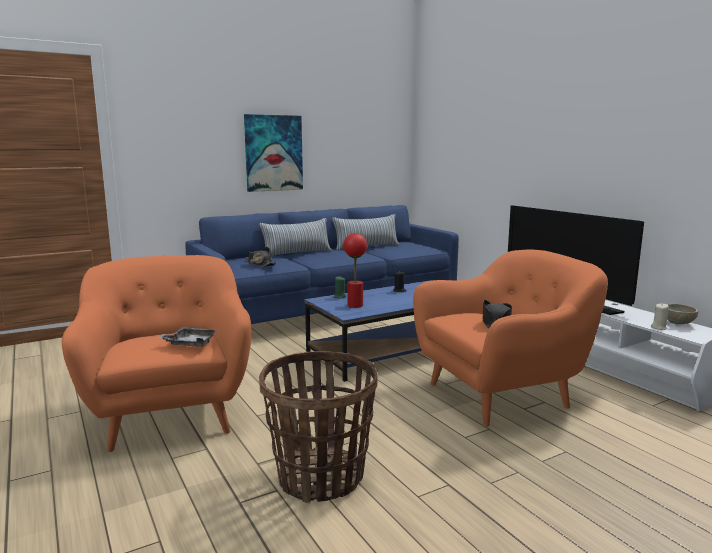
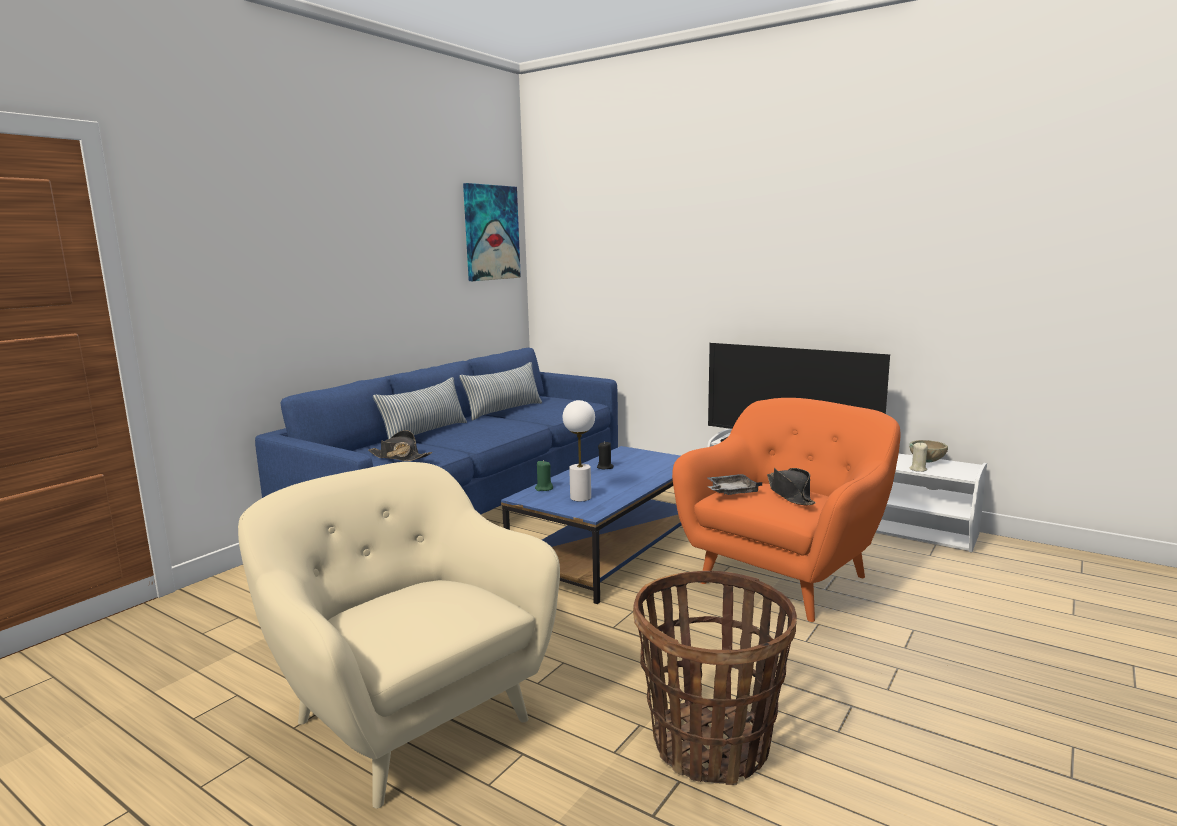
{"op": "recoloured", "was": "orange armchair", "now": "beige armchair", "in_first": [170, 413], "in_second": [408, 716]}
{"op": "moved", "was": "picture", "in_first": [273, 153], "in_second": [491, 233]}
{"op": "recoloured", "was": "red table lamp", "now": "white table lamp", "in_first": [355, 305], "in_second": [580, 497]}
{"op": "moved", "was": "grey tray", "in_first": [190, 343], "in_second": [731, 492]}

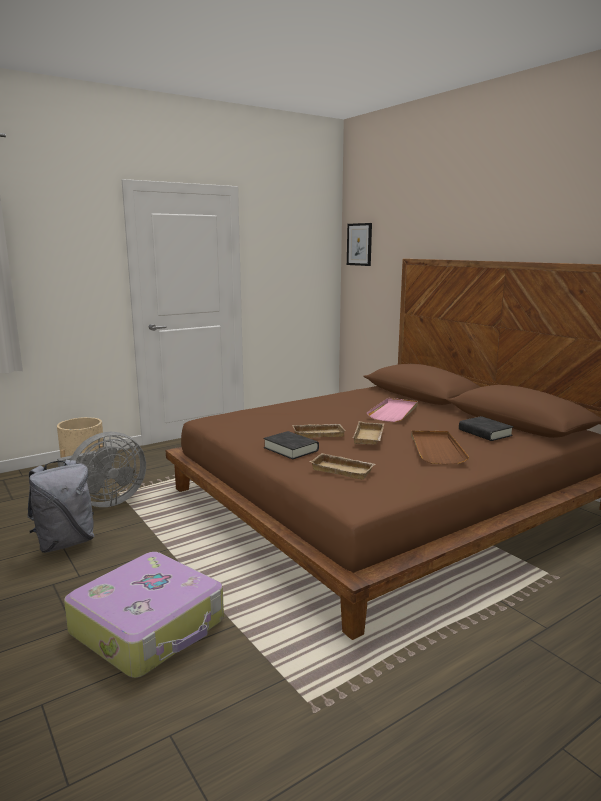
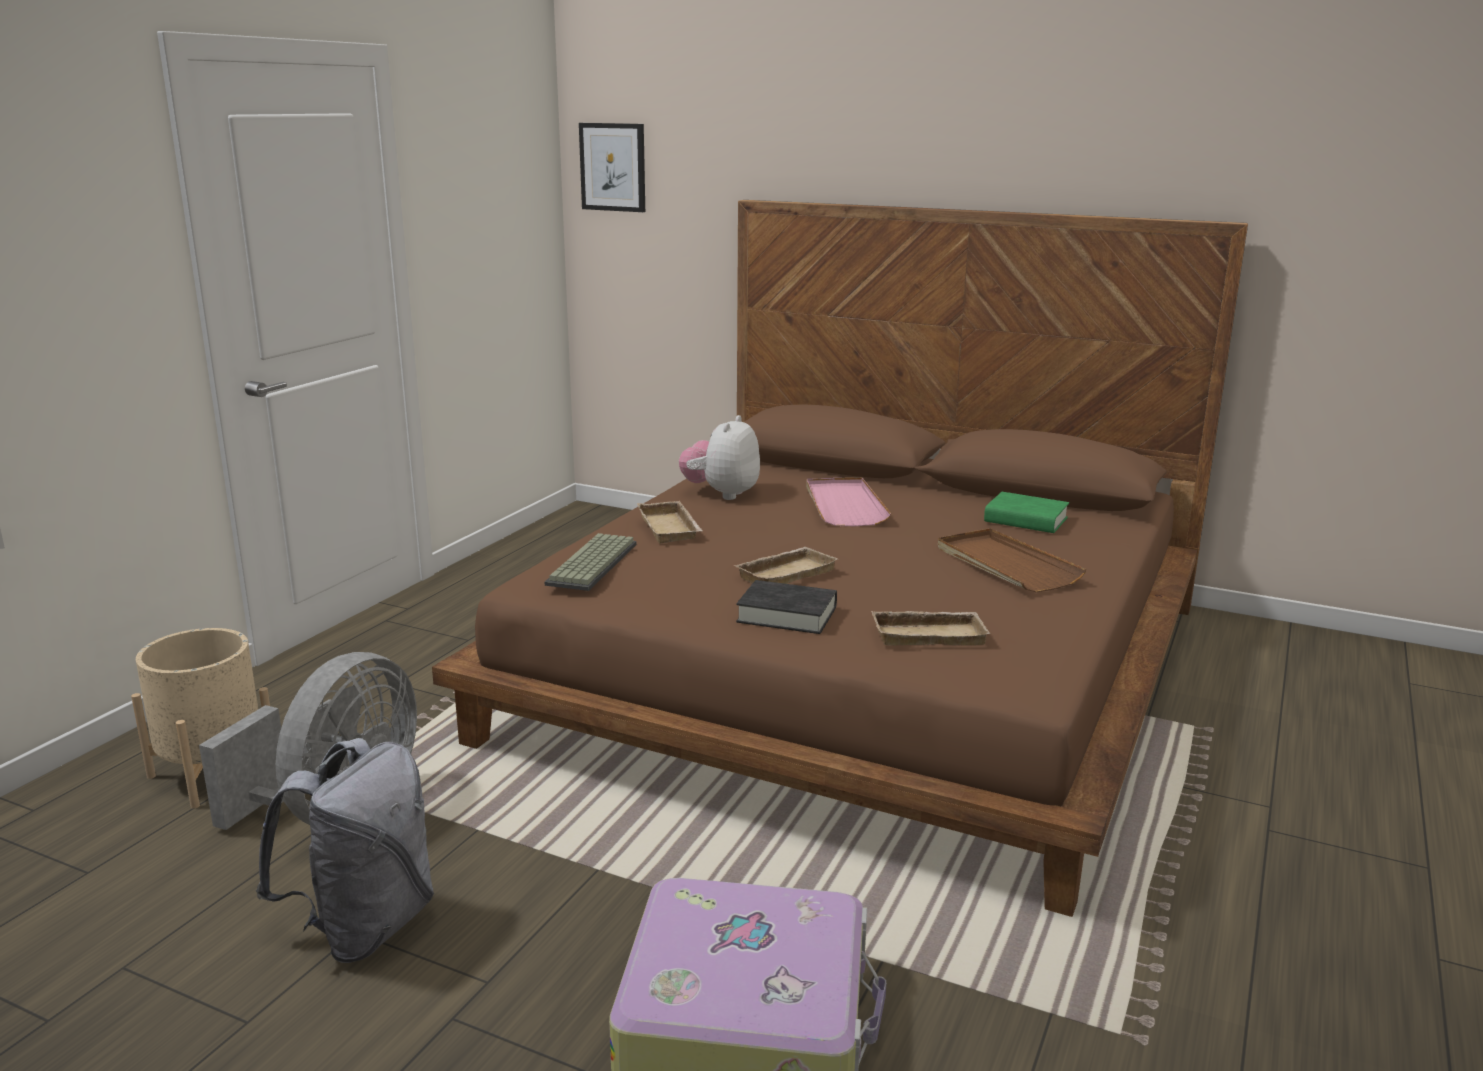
{"op": "added", "now": "keyboard", "in_second": [594, 565]}
{"op": "moved", "was": "beige tray", "in_first": [370, 437], "in_second": [671, 528]}
{"op": "added", "now": "plush toy", "in_second": [722, 494]}
{"op": "recoloured", "was": "black book", "now": "green book", "in_first": [485, 433], "in_second": [1025, 520]}

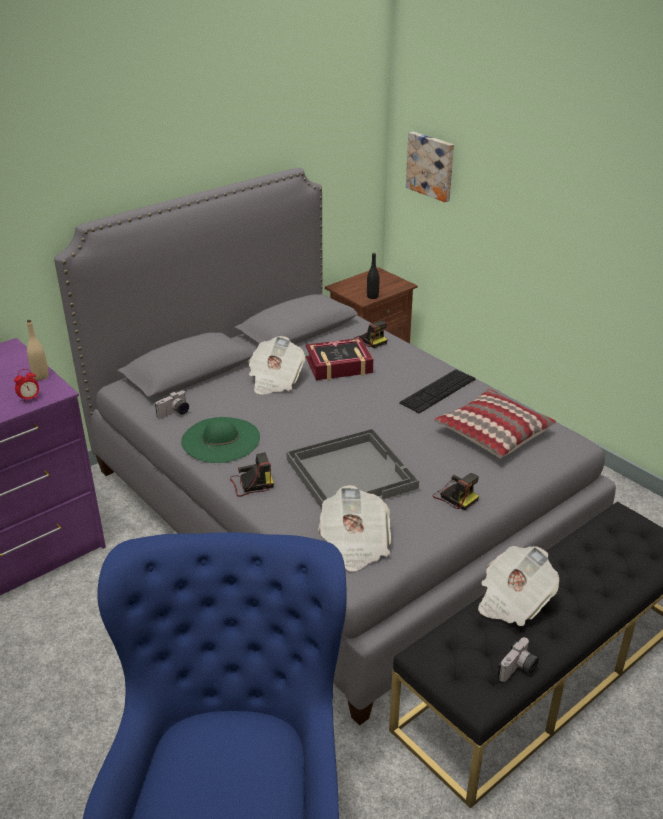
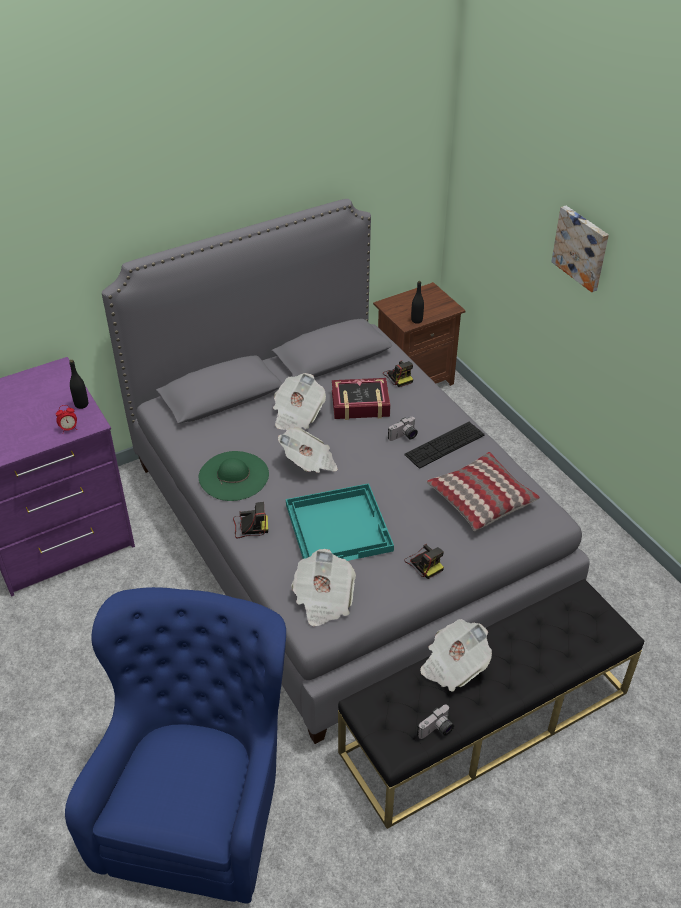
{"op": "recoloured", "was": "beige bottle", "now": "black bottle", "in_first": [40, 376], "in_second": [81, 404]}
{"op": "added", "now": "newspaper", "in_second": [309, 463]}
{"op": "recoloured", "was": "grey tray", "now": "turquoise tray", "in_first": [351, 472], "in_second": [339, 526]}
{"op": "moved", "was": "photo camera", "in_first": [175, 413], "in_second": [404, 436]}
{"op": "moved", "was": "picture", "in_first": [431, 166], "in_second": [582, 247]}

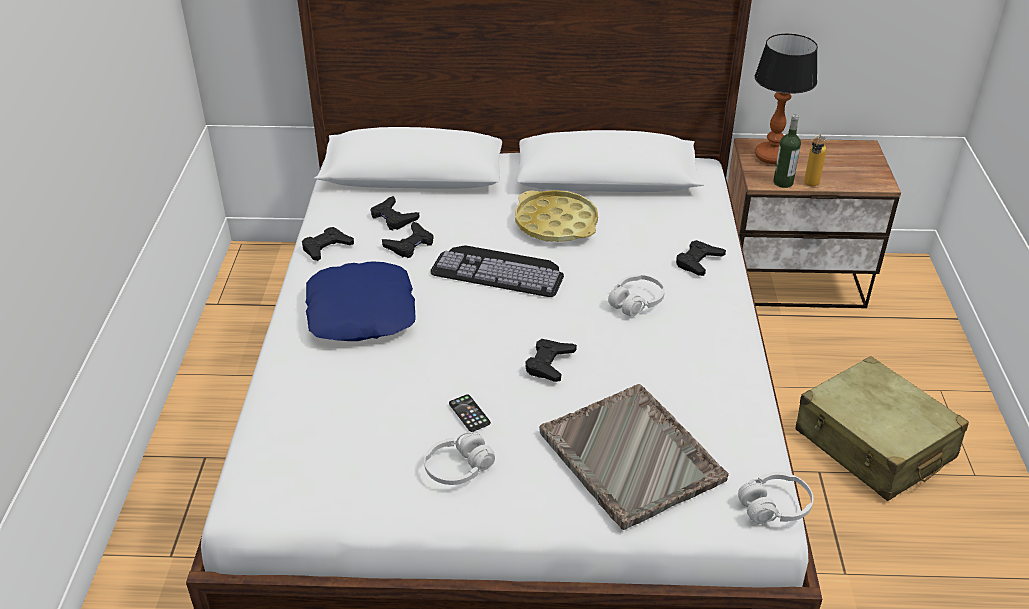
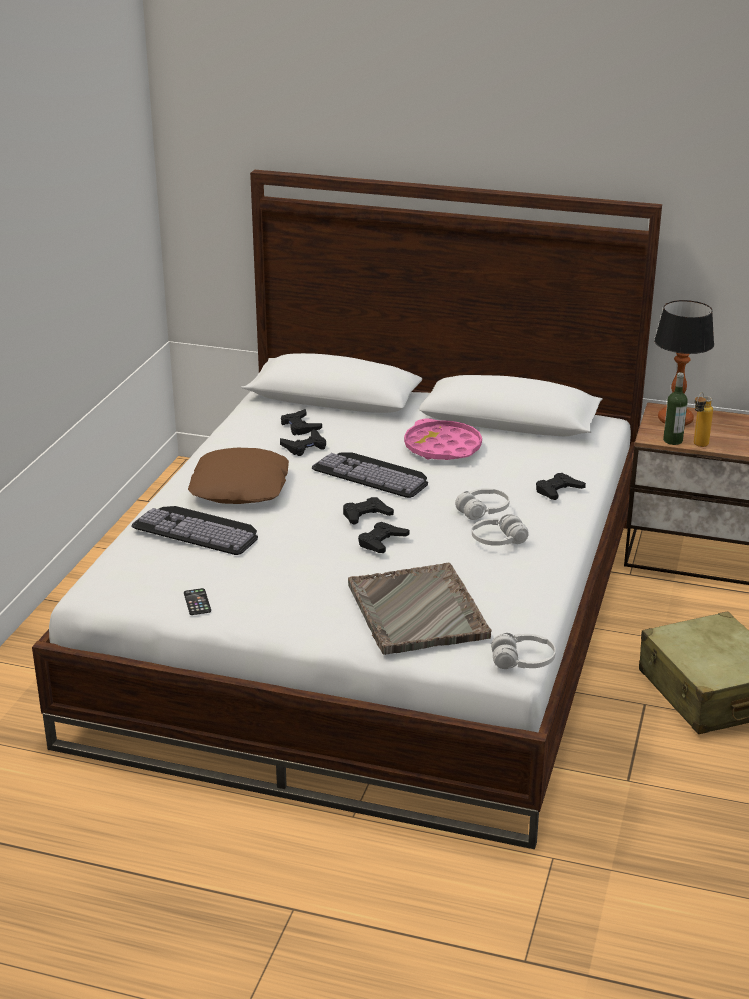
{"op": "added", "now": "keyboard", "in_second": [200, 529]}
{"op": "moved", "was": "phone", "in_first": [469, 413], "in_second": [197, 602]}
{"op": "recoloured", "was": "blue pillow", "now": "brown pillow", "in_first": [362, 312], "in_second": [241, 487]}
{"op": "moved", "was": "black game controller", "in_first": [326, 248], "in_second": [366, 515]}
{"op": "recoloured", "was": "yellow tray", "now": "pink tray", "in_first": [556, 223], "in_second": [442, 448]}
{"op": "moved", "was": "white headphones", "in_first": [458, 468], "in_second": [498, 541]}

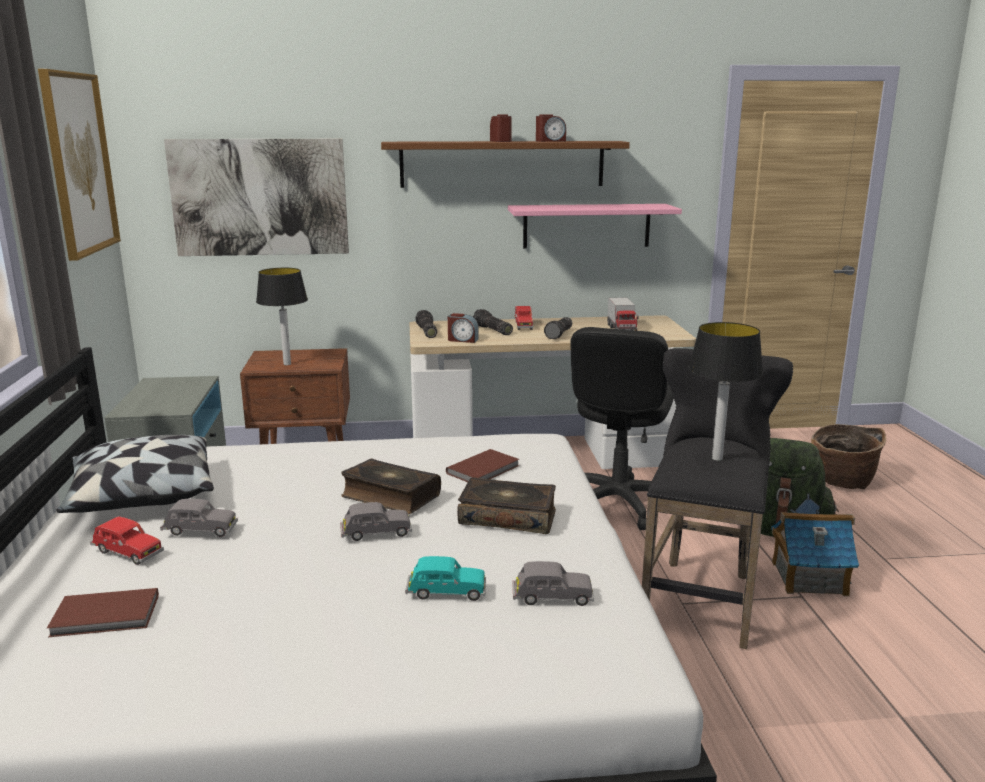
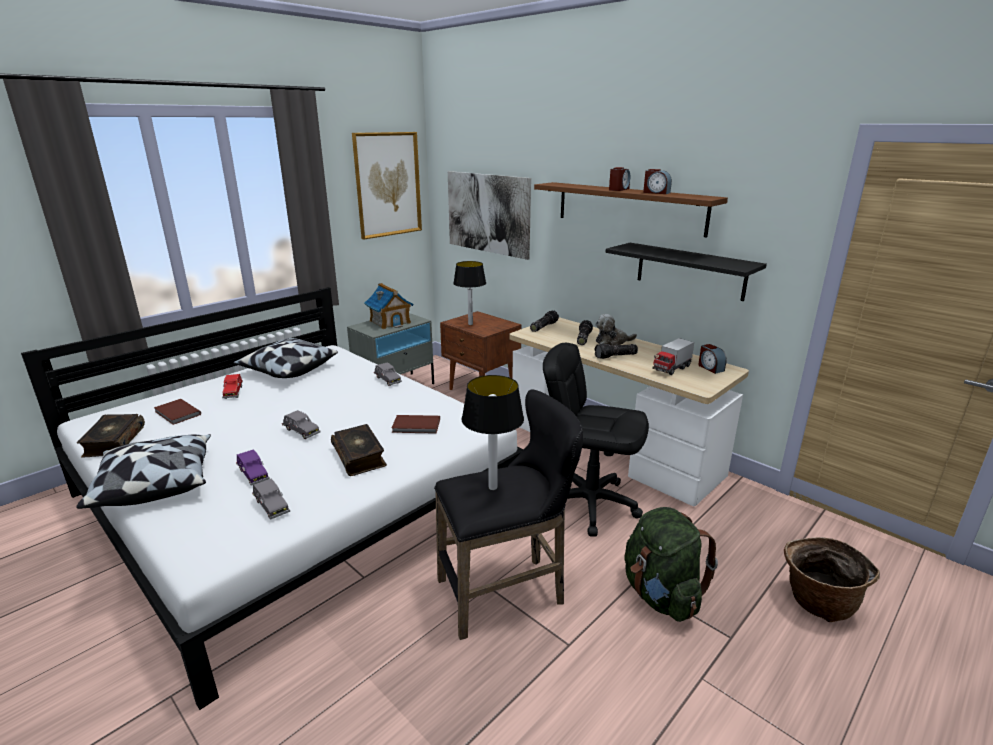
{"op": "moved", "was": "book", "in_first": [390, 496], "in_second": [113, 442]}
{"op": "added", "now": "pillow", "in_second": [155, 484]}
{"op": "recoloured", "was": "turquoise toy car", "now": "purple toy car", "in_first": [446, 593], "in_second": [253, 474]}
{"op": "moved", "was": "toy house", "in_first": [808, 578], "in_second": [390, 322]}
{"op": "moved", "was": "grey toy car", "in_first": [200, 531], "in_second": [387, 380]}
{"op": "turned", "was": "black office chair", "in_first": [617, 503], "in_second": [590, 504], "clockwise": 45}
{"op": "replaced", "was": "red toy car", "now": "plush toy", "in_first": [523, 325], "in_second": [612, 342]}
{"op": "recoloured", "was": "pink shelf", "now": "black shelf", "in_first": [586, 226], "in_second": [690, 271]}
{"op": "moved", "was": "alarm clock", "in_first": [462, 340], "in_second": [710, 368]}

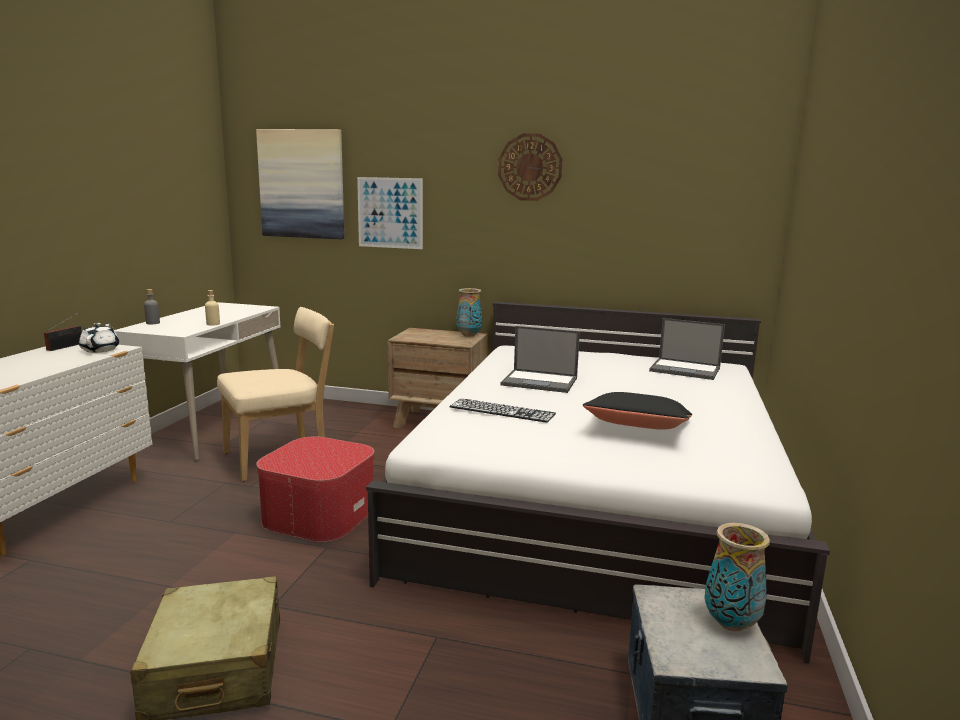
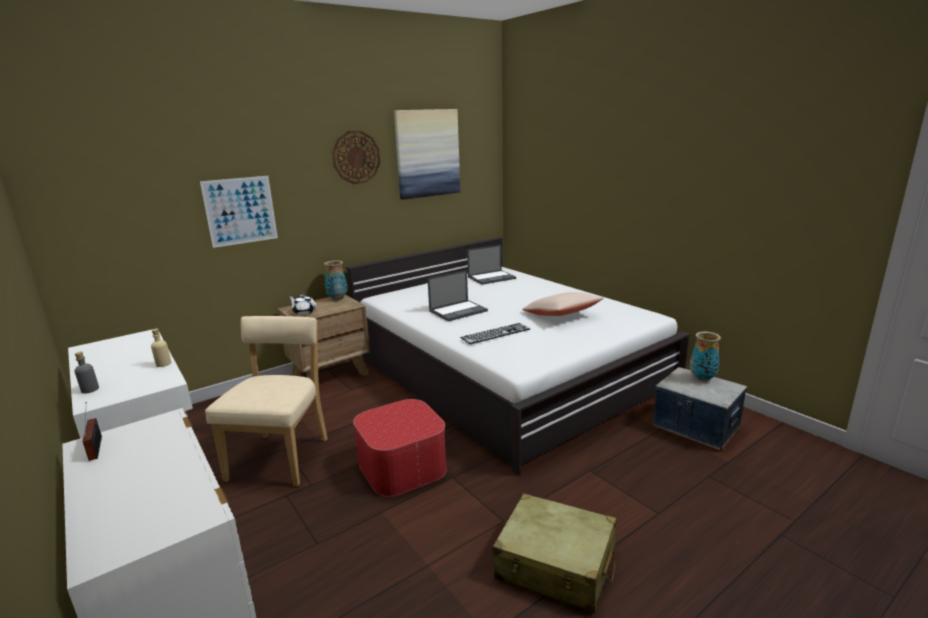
{"op": "moved", "was": "white teapot", "in_first": [100, 349], "in_second": [304, 312]}
{"op": "moved", "was": "picture", "in_first": [302, 184], "in_second": [427, 153]}
{"op": "recoloured", "was": "black pillow", "now": "beige pillow", "in_first": [638, 429], "in_second": [561, 315]}

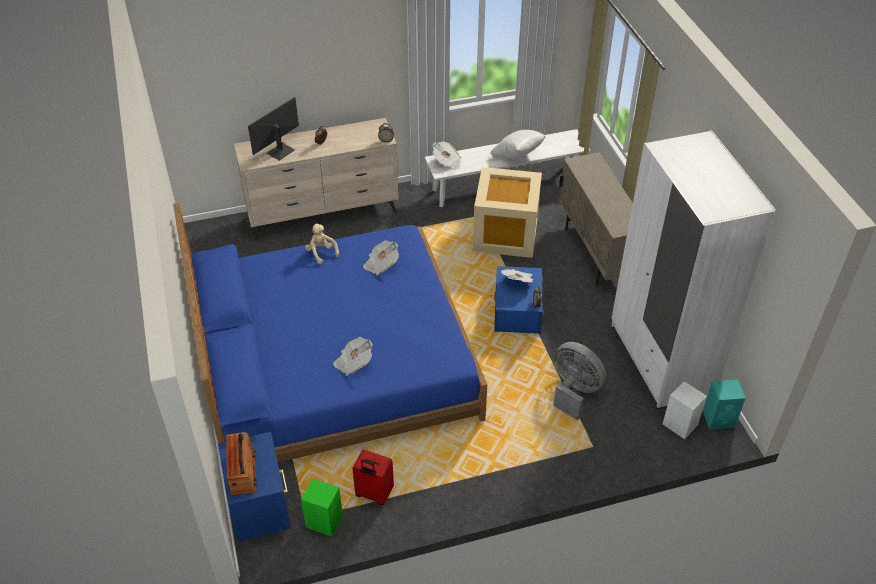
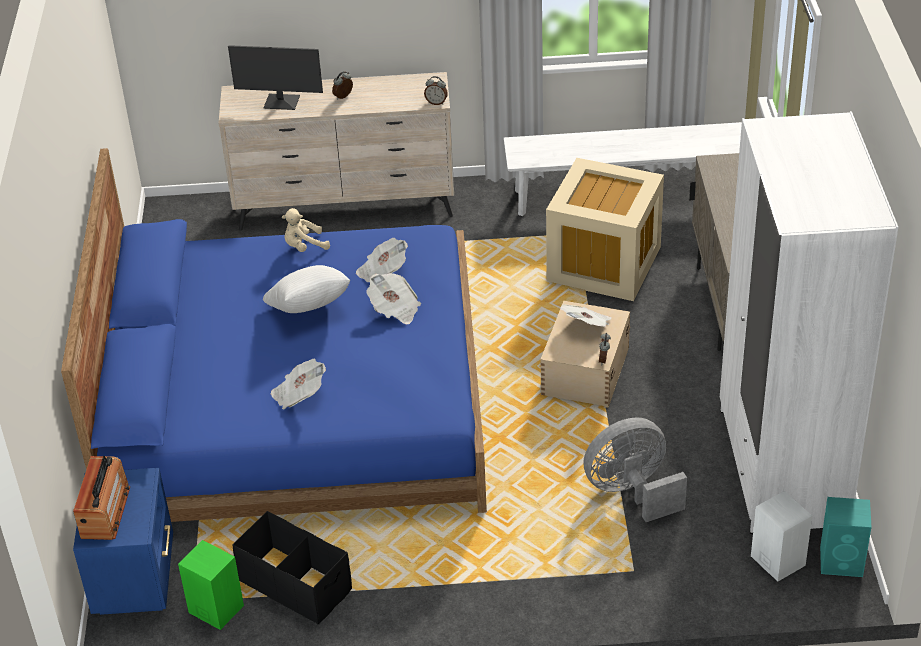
{"op": "turned", "was": "monitor", "in_first": [280, 151], "in_second": [281, 102], "clockwise": -135}
{"op": "replaced", "was": "red suitcase", "now": "black storage box", "in_first": [373, 494], "in_second": [295, 585]}
{"op": "moved", "was": "white pillow", "in_first": [517, 156], "in_second": [309, 310]}
{"op": "turned", "was": "beige plush toy", "in_first": [321, 252], "in_second": [304, 247], "clockwise": -90}
{"op": "moved", "was": "newspaper", "in_first": [447, 162], "in_second": [395, 309]}
{"op": "recoloured", "was": "blue storage box", "now": "beige storage box", "in_first": [517, 311], "in_second": [584, 372]}
{"op": "turned", "was": "grey fan", "in_first": [574, 391], "in_second": [632, 492], "clockwise": -75}

